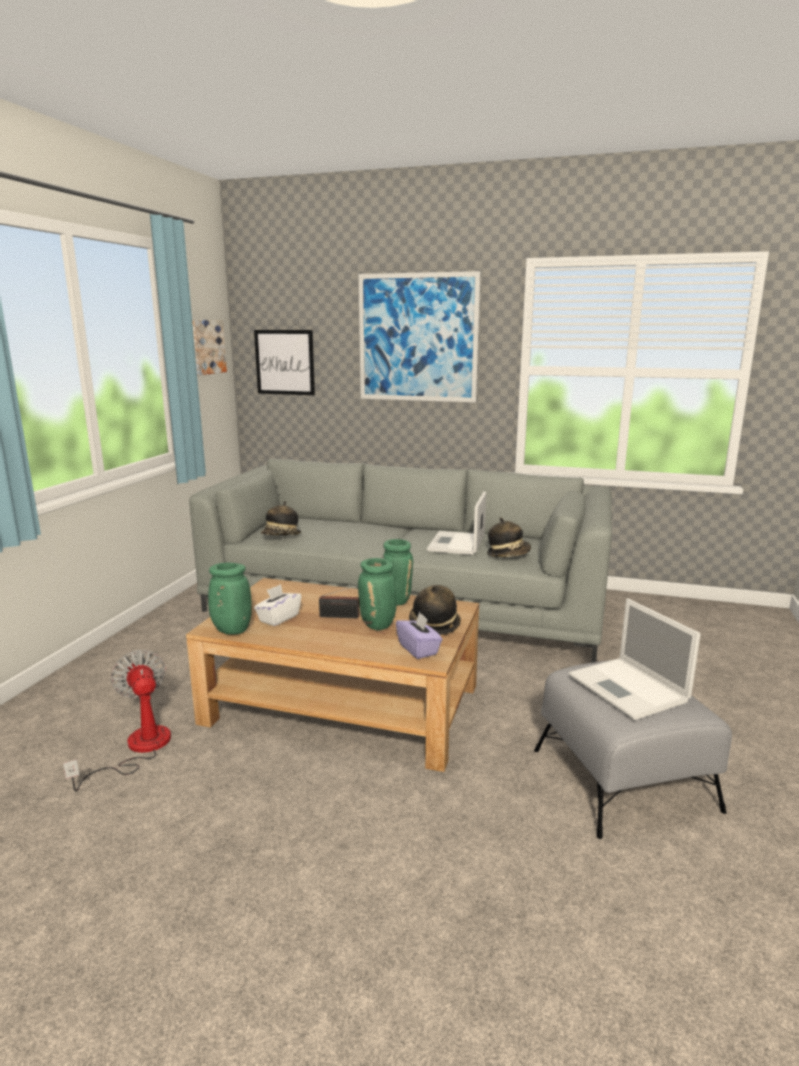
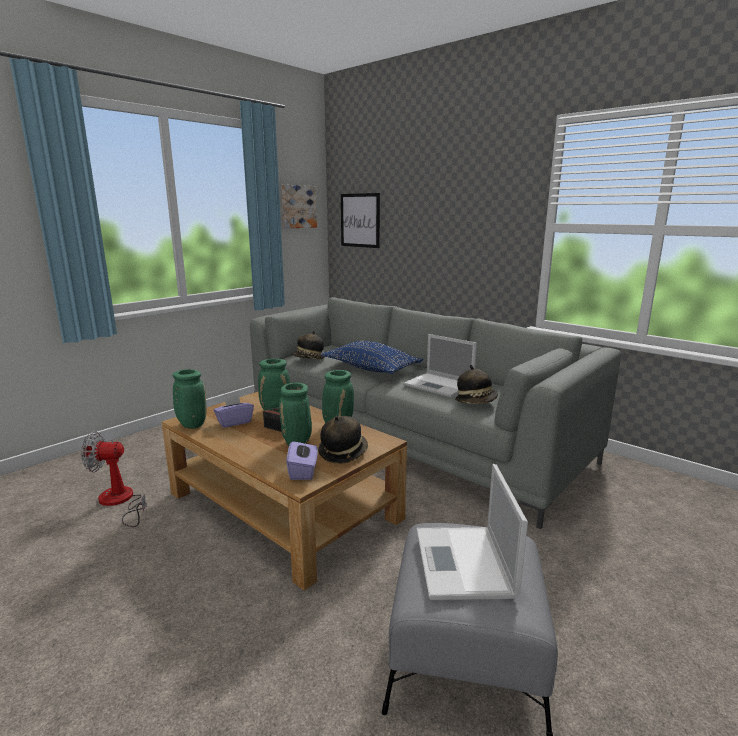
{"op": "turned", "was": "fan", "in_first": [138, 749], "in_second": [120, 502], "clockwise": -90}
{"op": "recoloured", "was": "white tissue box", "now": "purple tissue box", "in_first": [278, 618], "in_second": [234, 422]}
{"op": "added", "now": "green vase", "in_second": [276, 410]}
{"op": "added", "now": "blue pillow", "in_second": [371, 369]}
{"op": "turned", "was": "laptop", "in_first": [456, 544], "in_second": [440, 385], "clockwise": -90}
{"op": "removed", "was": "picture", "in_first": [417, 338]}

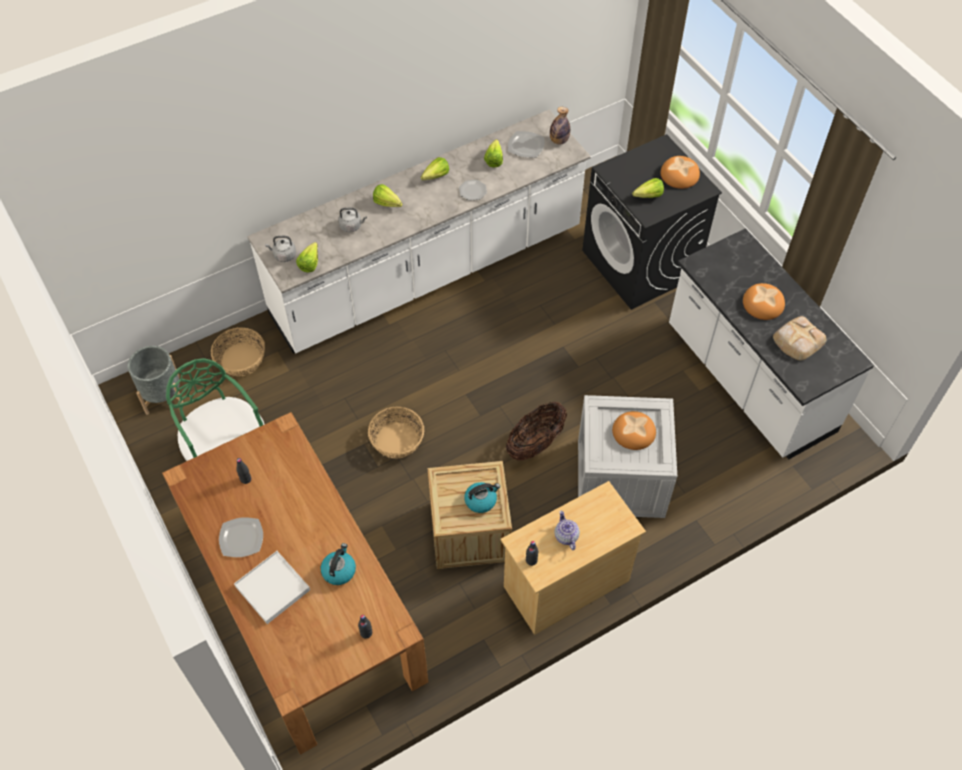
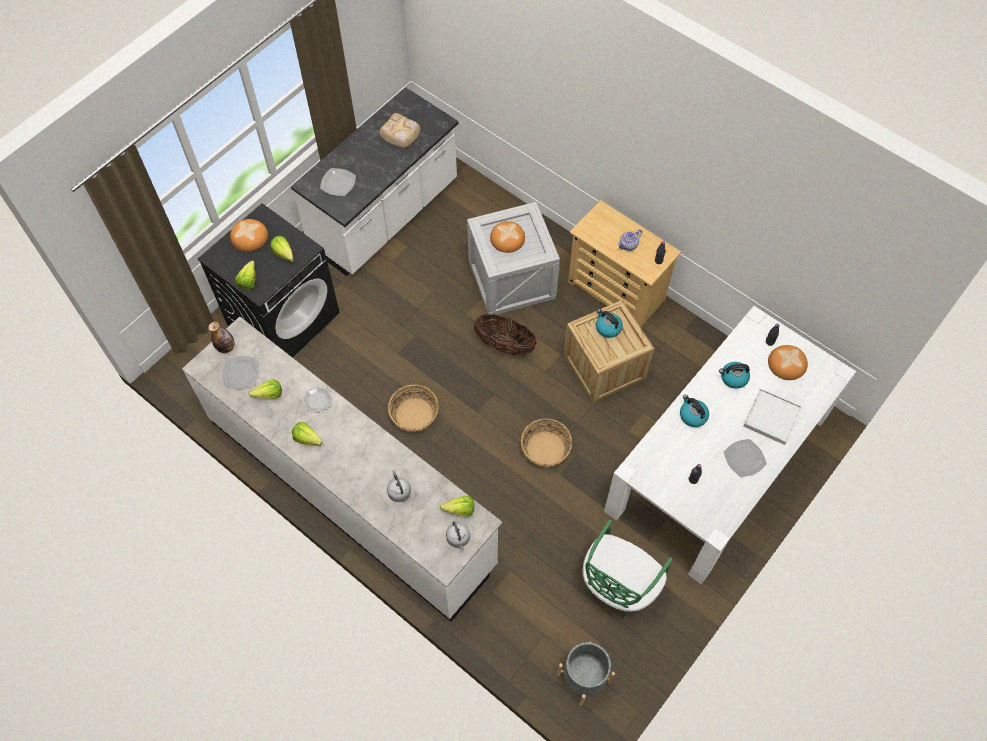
{"op": "moved", "was": "lettuce", "in_first": [389, 205], "in_second": [250, 279]}
{"op": "added", "now": "plate", "in_second": [338, 183]}
{"op": "moved", "was": "basket", "in_first": [240, 360], "in_second": [414, 415]}
{"op": "recoloured", "was": "brown dining table", "now": "white dining table", "in_first": [303, 601], "in_second": [718, 462]}
{"op": "added", "now": "kettle", "in_second": [692, 415]}
{"op": "moved", "was": "bread", "in_first": [763, 304], "in_second": [787, 363]}

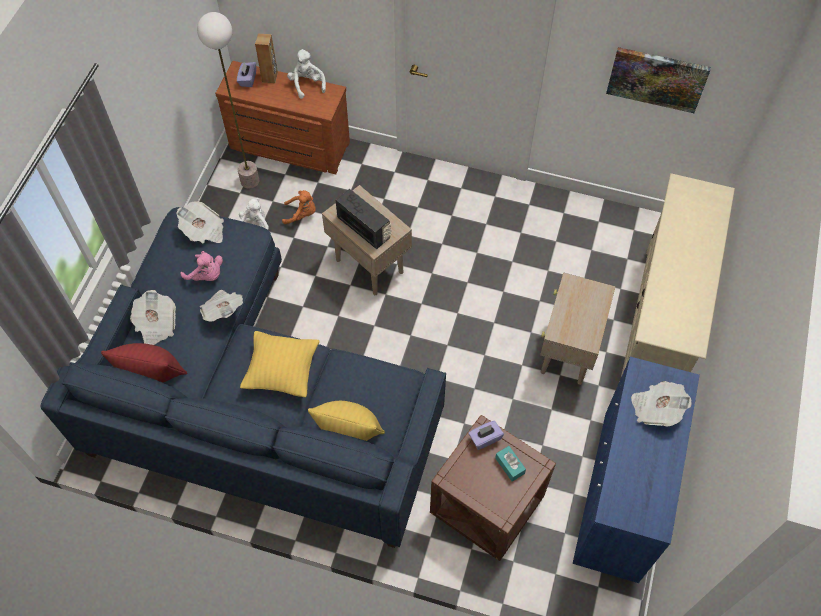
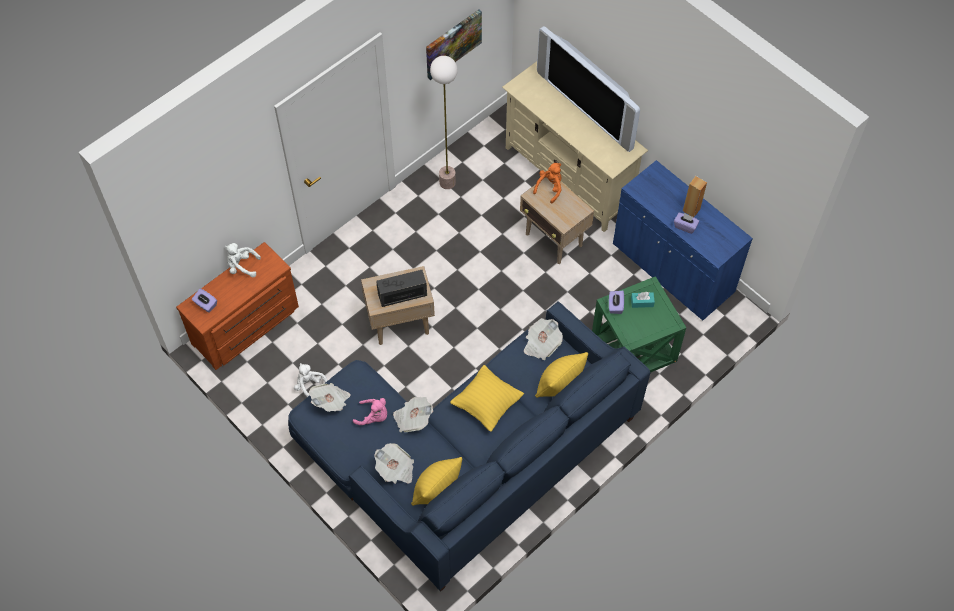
{"op": "turned", "was": "pink plush toy", "in_first": [206, 275], "in_second": [373, 417], "clockwise": 45}
{"op": "recoloured", "was": "red pillow", "now": "yellow pillow", "in_first": [152, 375], "in_second": [436, 490]}
{"op": "moved", "was": "floor lamp", "in_first": [249, 181], "in_second": [447, 183]}
{"op": "moved", "was": "newspaper", "in_first": [656, 409], "in_second": [541, 344]}
{"op": "moved", "was": "orange plush toy", "in_first": [301, 214], "in_second": [550, 188]}
{"op": "added", "now": "television", "in_second": [587, 108]}
{"op": "recoloured", "was": "brown side table", "now": "green side table", "in_first": [487, 504], "in_second": [633, 347]}
{"op": "added", "now": "purple tissue box", "in_second": [685, 226]}
{"op": "moved", "was": "brown speaker", "in_first": [270, 77], "in_second": [691, 210]}

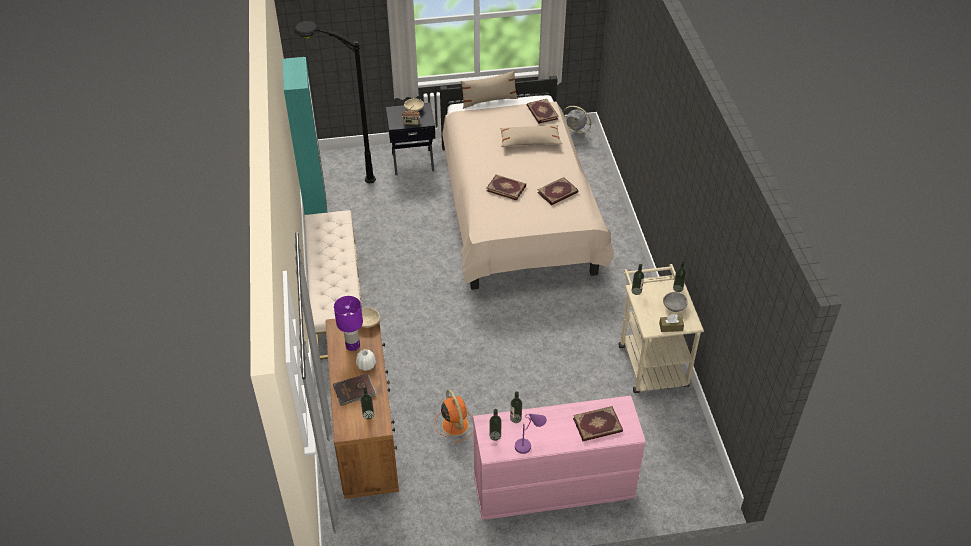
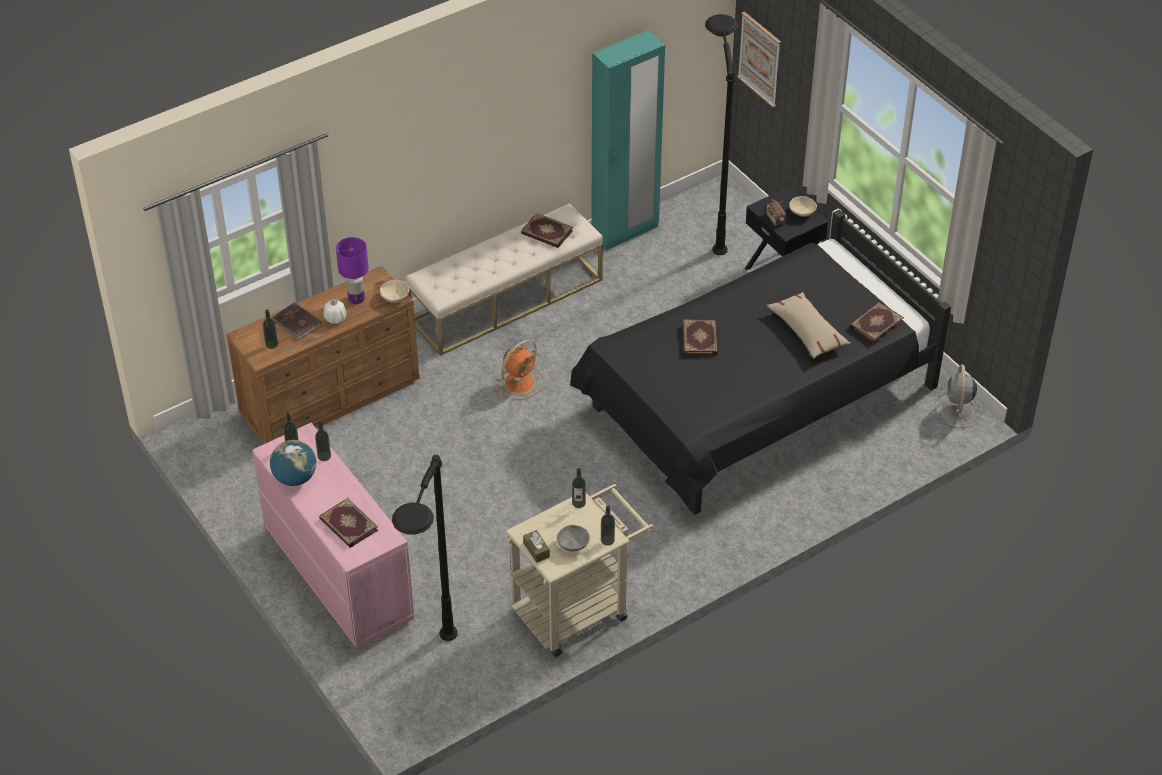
{"op": "replaced", "was": "purple table lamp", "now": "globe", "in_first": [530, 444], "in_second": [295, 478]}
{"op": "added", "now": "black floor lamp", "in_second": [434, 679]}
{"op": "moved", "was": "orange fan", "in_first": [454, 424], "in_second": [520, 382]}
{"op": "moved", "was": "book", "in_first": [558, 193], "in_second": [546, 233]}
{"op": "recoloured", "was": "beige bed", "now": "black bed", "in_first": [516, 213], "in_second": [755, 402]}
{"op": "added", "now": "picture", "in_second": [760, 59]}
{"op": "removed", "was": "beige pillow", "in_first": [489, 100]}

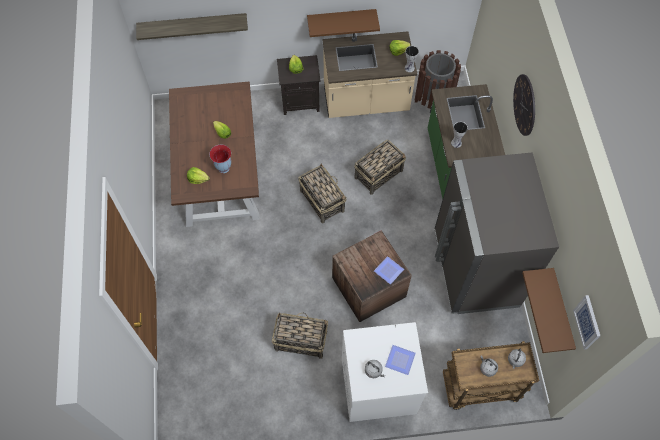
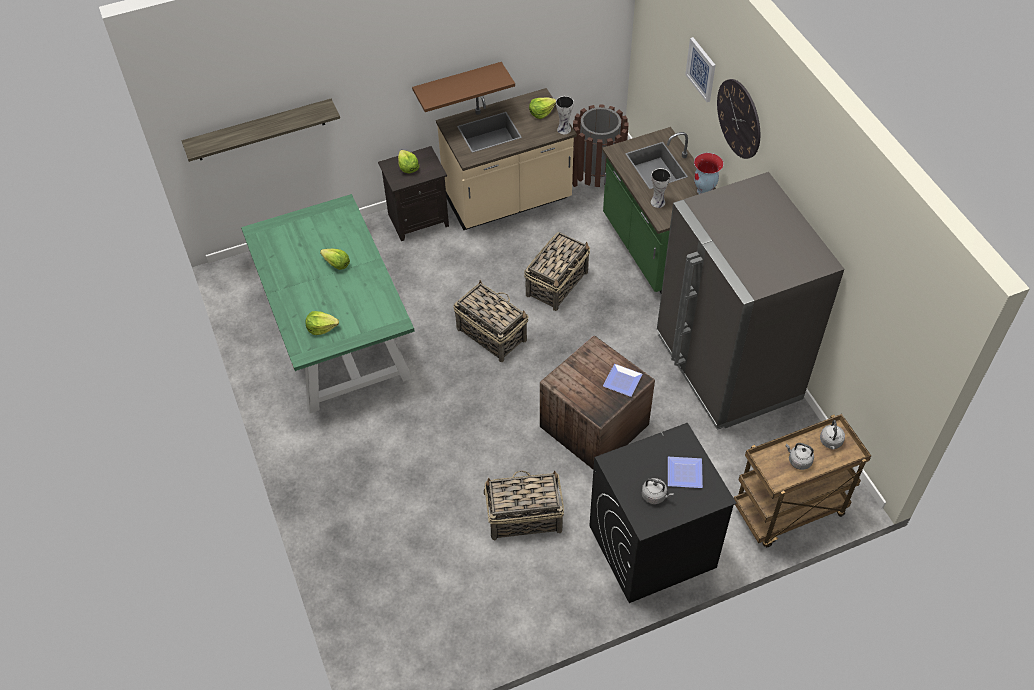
{"op": "recoloured", "was": "brown dining table", "now": "green dining table", "in_first": [220, 173], "in_second": [336, 334]}
{"op": "recoloured", "was": "white washing machine", "now": "black washing machine", "in_first": [378, 386], "in_second": [651, 547]}
{"op": "moved", "was": "picture", "in_first": [587, 322], "in_second": [701, 69]}
{"op": "moved", "was": "vase", "in_first": [224, 168], "in_second": [704, 190]}
{"op": "removed", "was": "brown shelf", "in_first": [561, 311]}

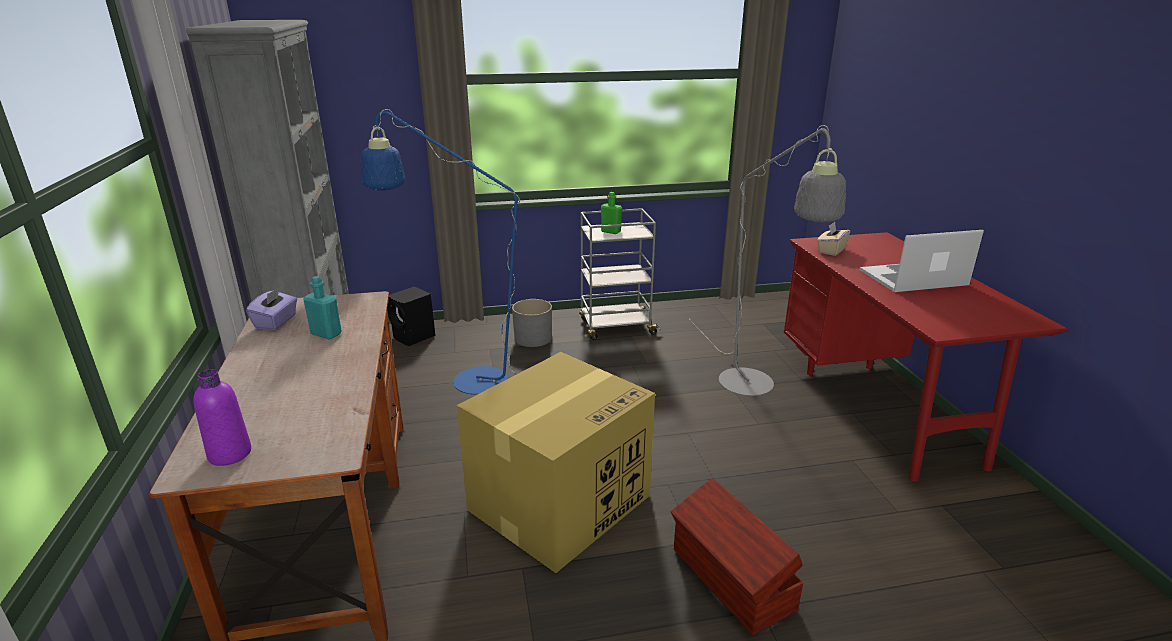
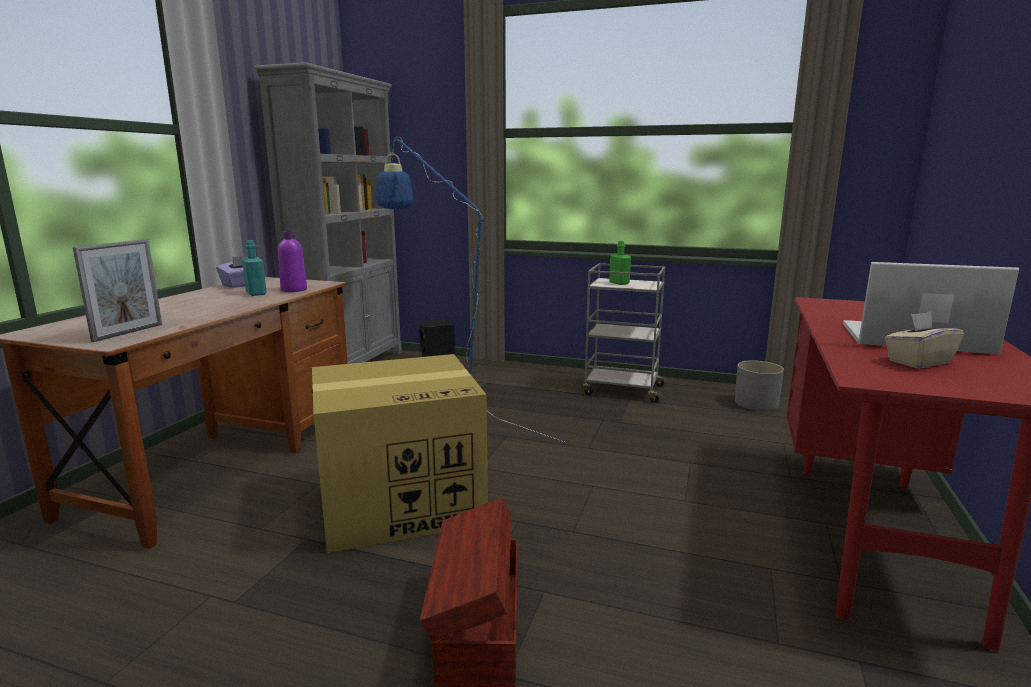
{"op": "added", "now": "picture frame", "in_second": [128, 332]}
{"op": "moved", "was": "purple bottle", "in_first": [230, 454], "in_second": [294, 290]}
{"op": "moved", "was": "grey planter", "in_first": [532, 338], "in_second": [755, 403]}
{"op": "moved", "was": "beige tissue box", "in_first": [831, 250], "in_second": [918, 362]}
{"op": "removed", "was": "grey floor lamp", "in_first": [753, 389]}

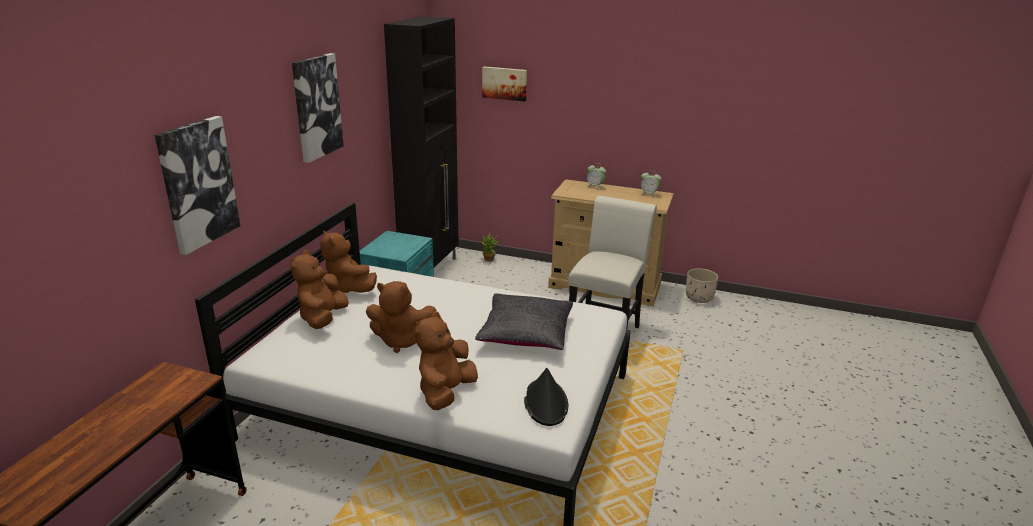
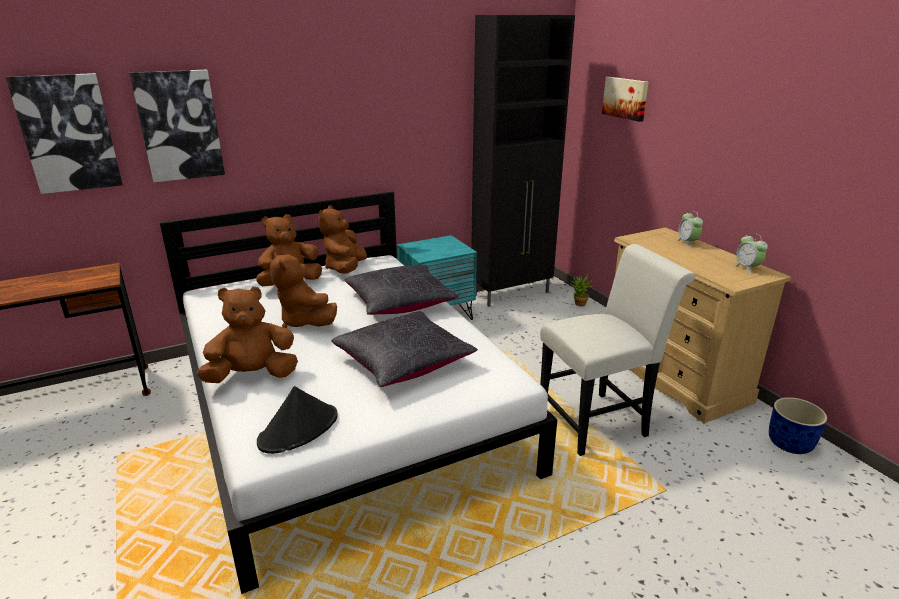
{"op": "moved", "was": "picture", "in_first": [316, 107], "in_second": [68, 133]}
{"op": "added", "now": "black pillow", "in_second": [400, 302]}
{"op": "recoloured", "was": "beige planter", "now": "blue planter", "in_first": [699, 298], "in_second": [790, 444]}

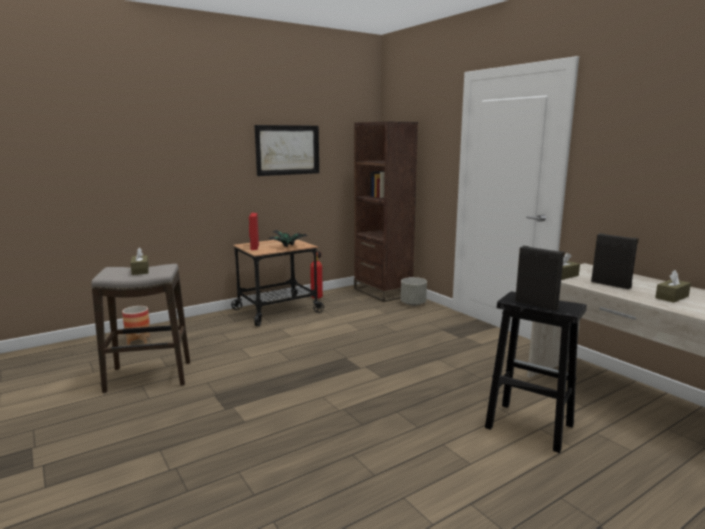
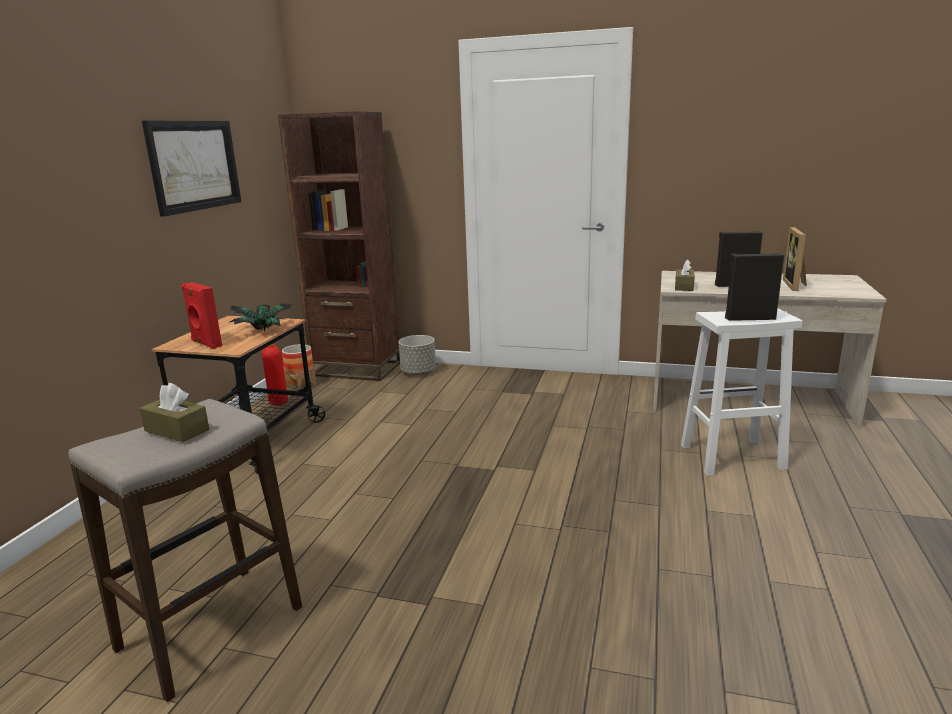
{"op": "moved", "was": "planter", "in_first": [138, 340], "in_second": [301, 385]}
{"op": "recoloured", "was": "black stool", "now": "white stool", "in_first": [527, 426], "in_second": [730, 457]}
{"op": "replaced", "was": "brown tissue box", "now": "picture frame", "in_first": [671, 297], "in_second": [796, 285]}

